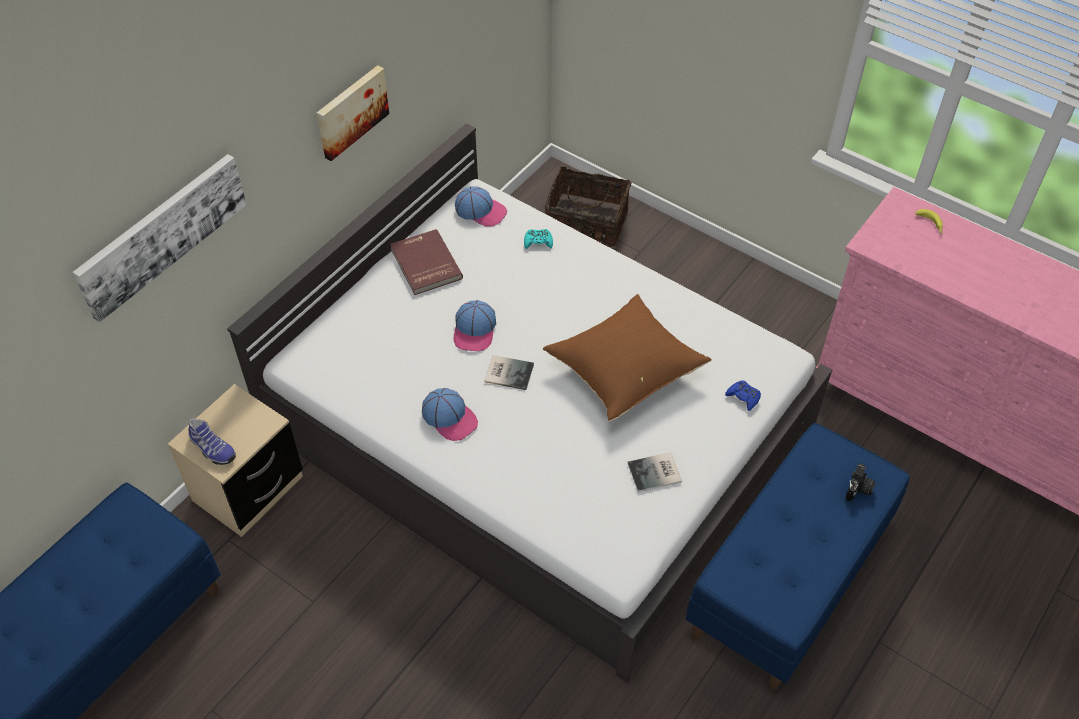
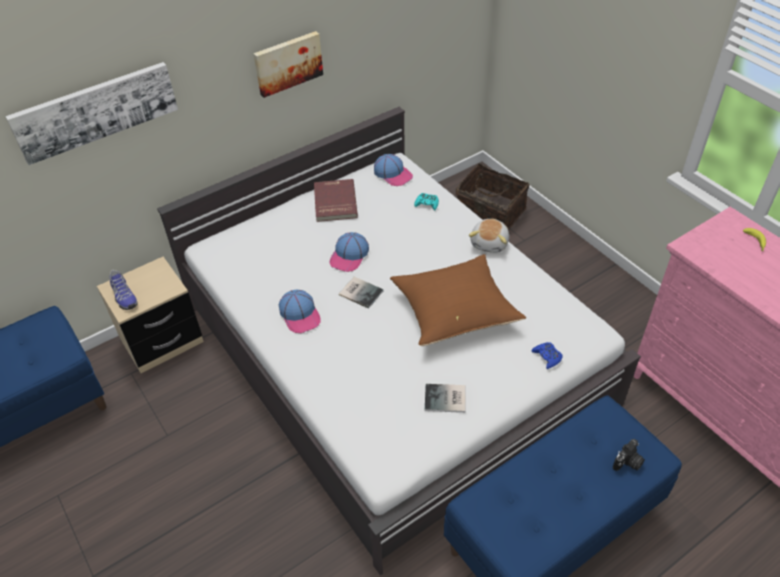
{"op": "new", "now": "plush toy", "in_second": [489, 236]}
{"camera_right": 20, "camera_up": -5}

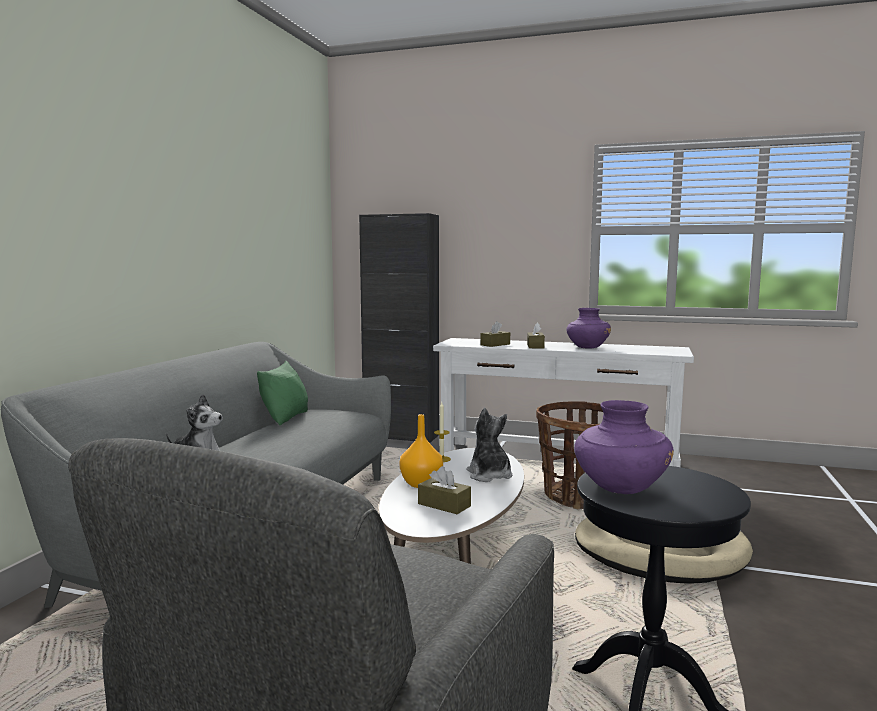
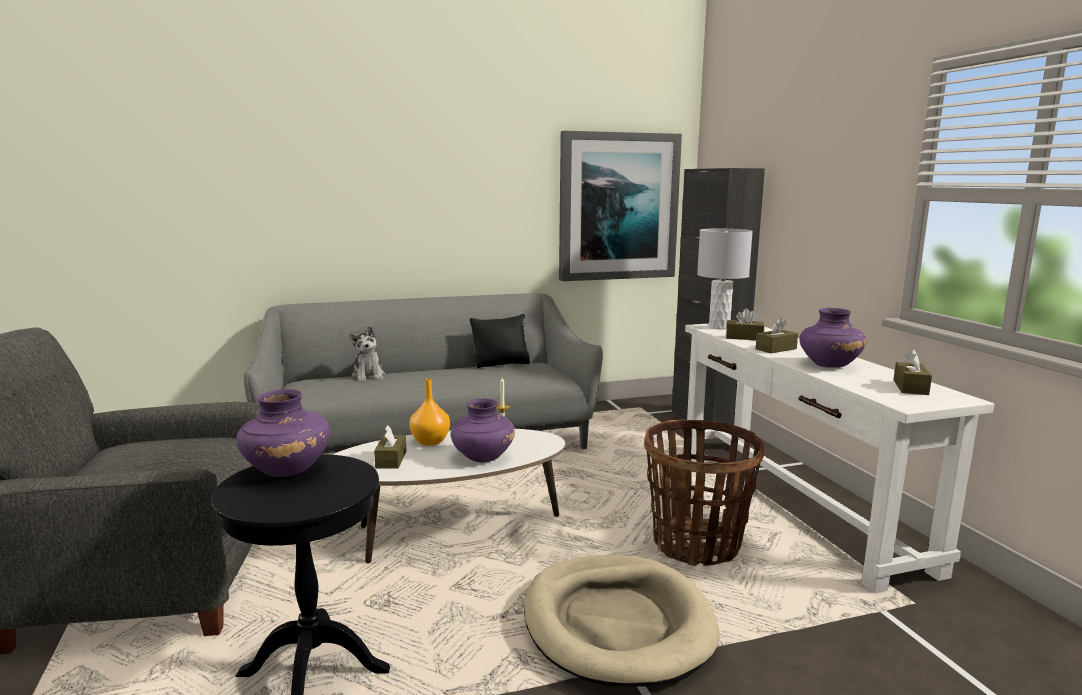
{"op": "new", "now": "wall art", "in_second": [620, 206]}
{"op": "new", "now": "greyish lamp for a table", "in_second": [725, 279]}
{"op": "new", "now": "brown tissue holder", "in_second": [913, 372]}
{"op": "swapped", "was": "plush toy", "now": "purple-coloured vase", "in_first": [489, 445], "in_second": [483, 430]}
{"op": "repainted", "was": "greenish throw pillow", "now": "black-coloured throw pillow", "in_first": [282, 393], "in_second": [500, 341]}
{"camera_right": 55, "camera_up": 5}

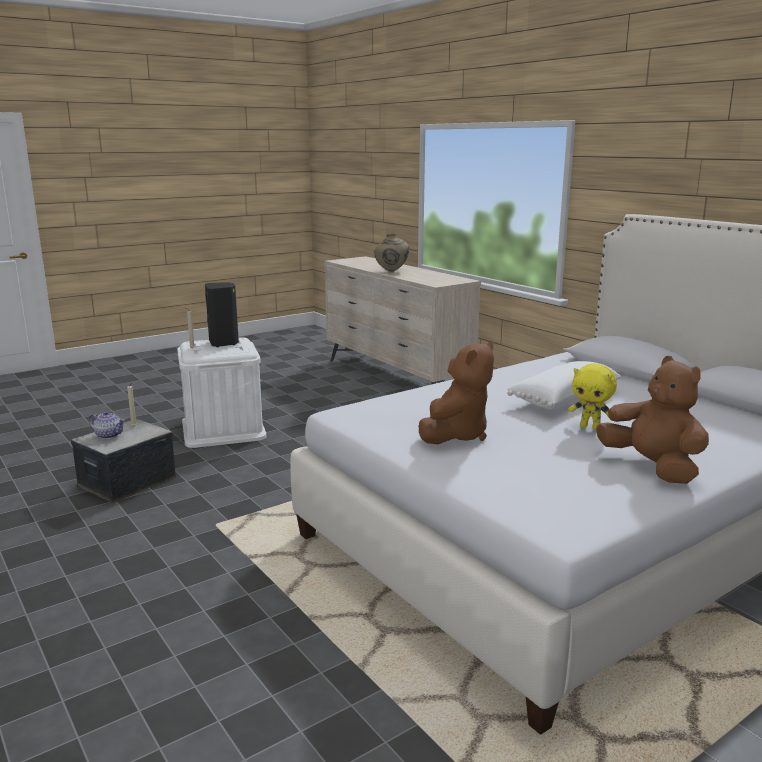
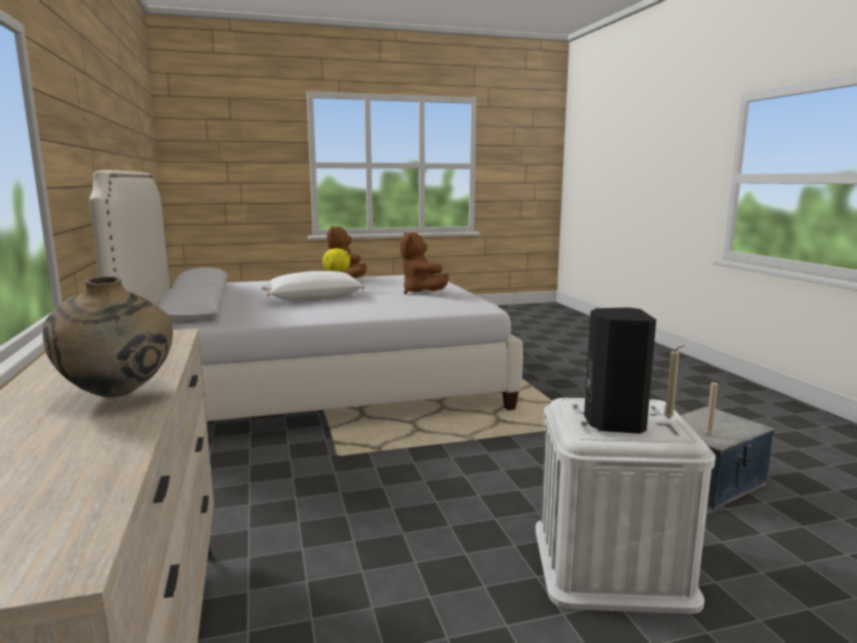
{"op": "gone", "was": "pot for tea", "in_first": [107, 425]}
{"op": "rotated", "was": "brown plush toy", "in_first": [456, 392], "in_second": [424, 263], "clockwise": -75}
{"camera_right": -160, "camera_up": -5}

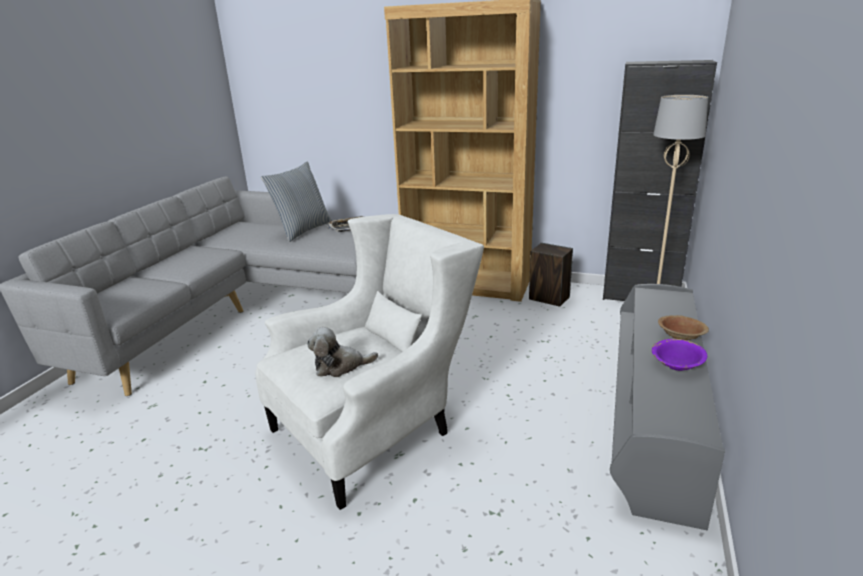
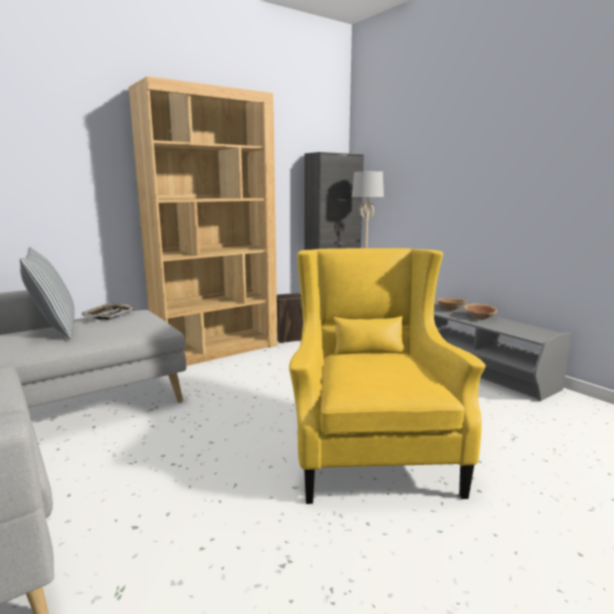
{"op": "gone", "was": "plush toy", "in_first": [342, 352]}
{"op": "repainted", "was": "white easy chair", "now": "yellowish easy chair", "in_first": [369, 362], "in_second": [387, 376]}
{"op": "repainted", "was": "purple-coloured bowl", "now": "brown bowl", "in_first": [679, 355], "in_second": [481, 311]}
{"camera_right": -55, "camera_up": -10}

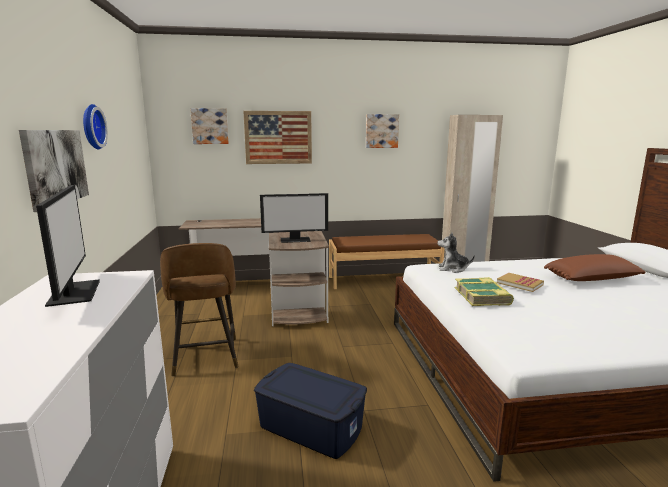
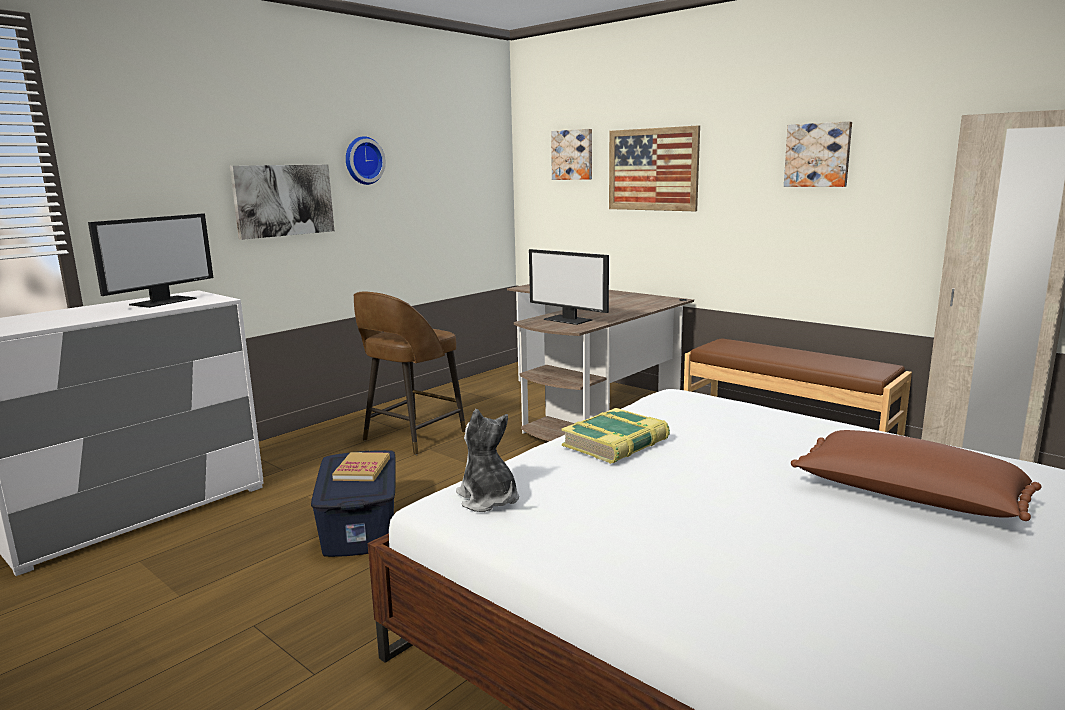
{"op": "shifted", "was": "plush toy", "in_first": [456, 253], "in_second": [487, 460]}
{"op": "shifted", "was": "volume", "in_first": [520, 282], "in_second": [361, 466]}
{"camera_right": 50, "camera_up": 0}

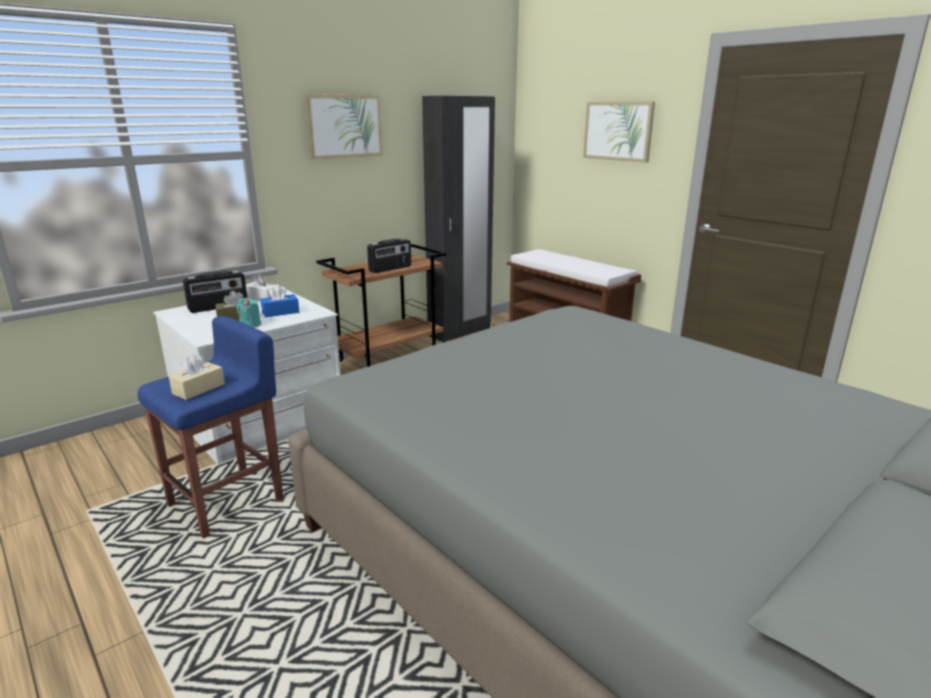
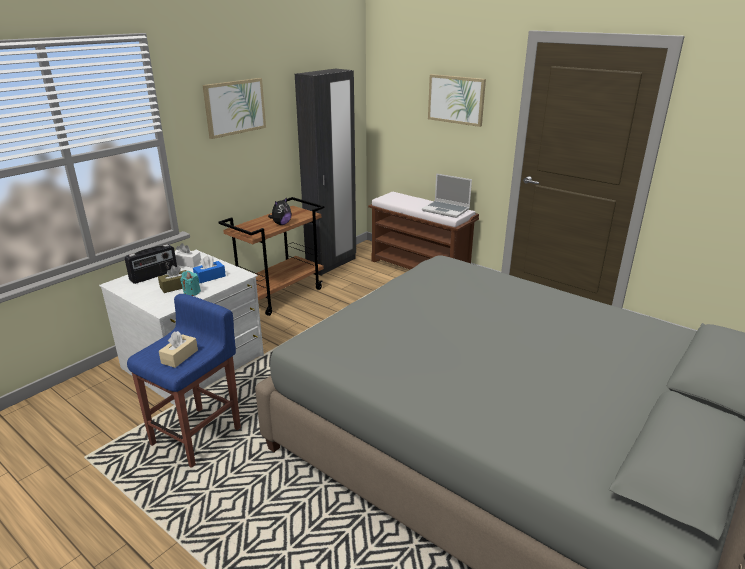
{"op": "new", "now": "laptop", "in_second": [447, 195]}
{"op": "swapped", "was": "radio receiver", "now": "plush toy", "in_first": [389, 255], "in_second": [280, 211]}
{"camera_right": -10, "camera_up": 5}

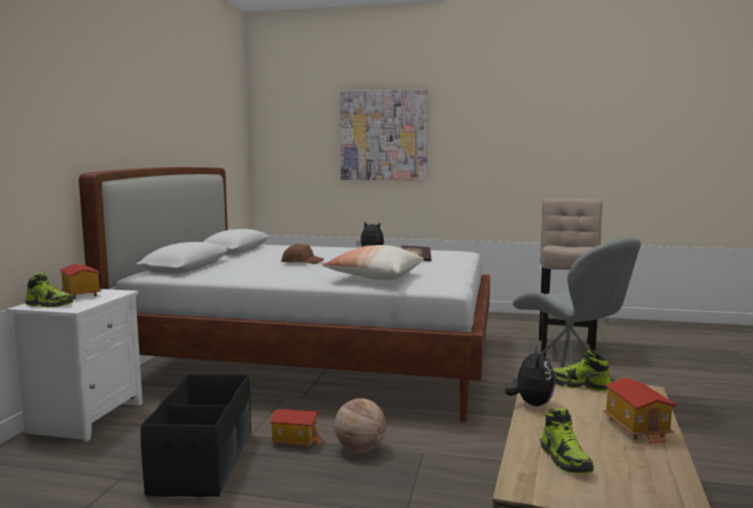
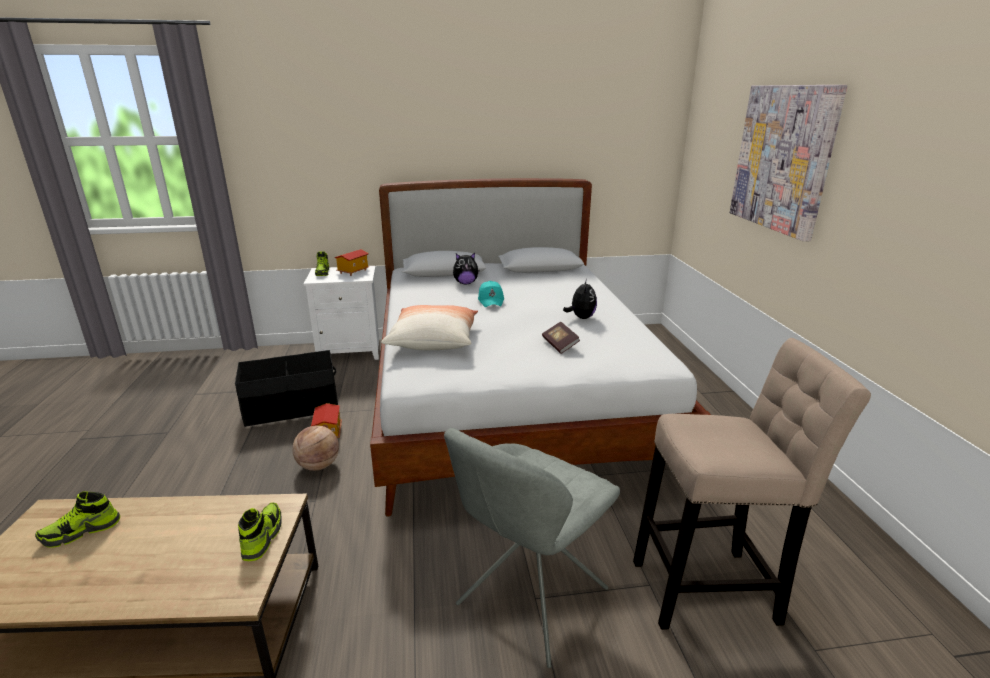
{"op": "gone", "was": "miniature house", "in_first": [640, 411]}
{"op": "shifted", "was": "plush toy", "in_first": [530, 375], "in_second": [466, 268]}
{"op": "repainted", "was": "brown cap", "now": "turquoise cap", "in_first": [302, 253], "in_second": [491, 294]}
{"camera_right": 70, "camera_up": 15}

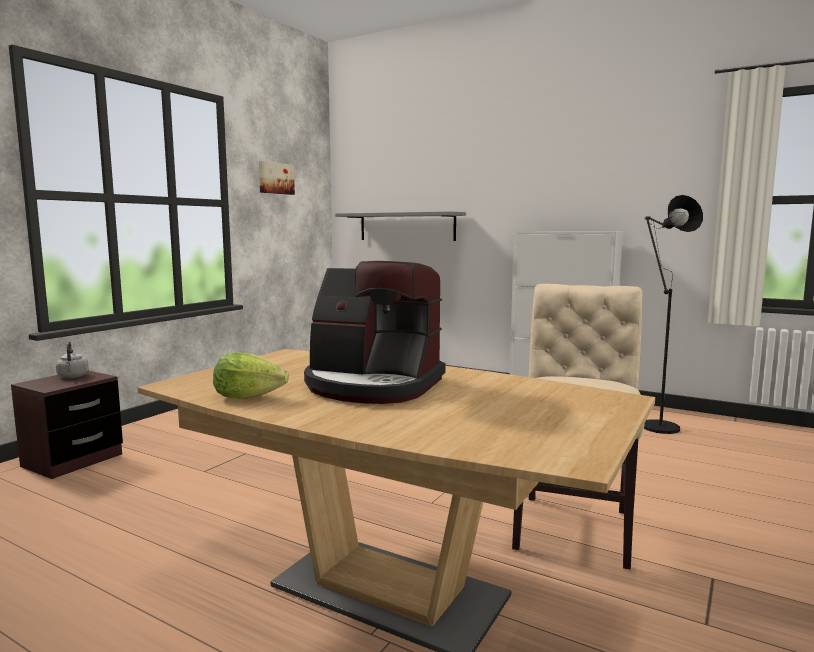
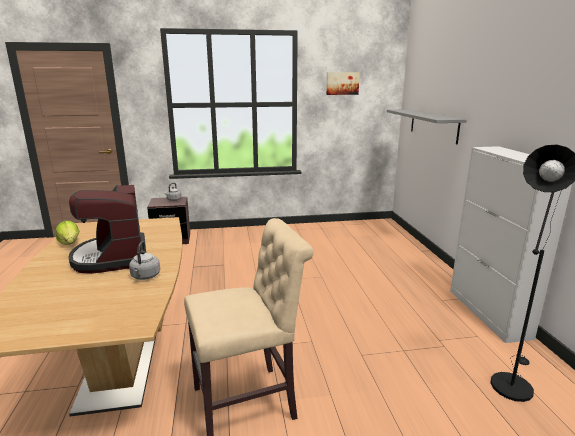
{"op": "new", "now": "greyish kettle", "in_second": [144, 260]}
{"camera_right": 50, "camera_up": 10}

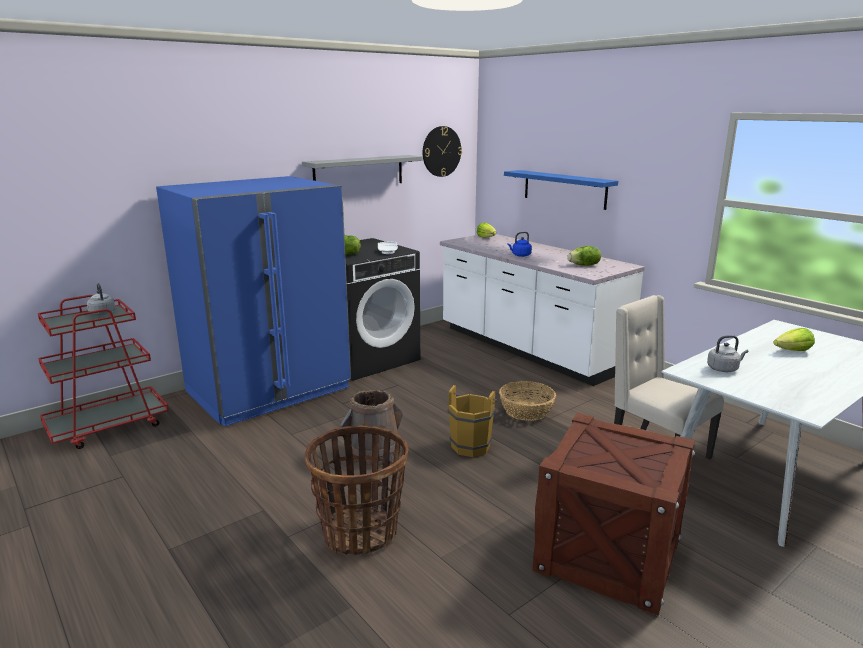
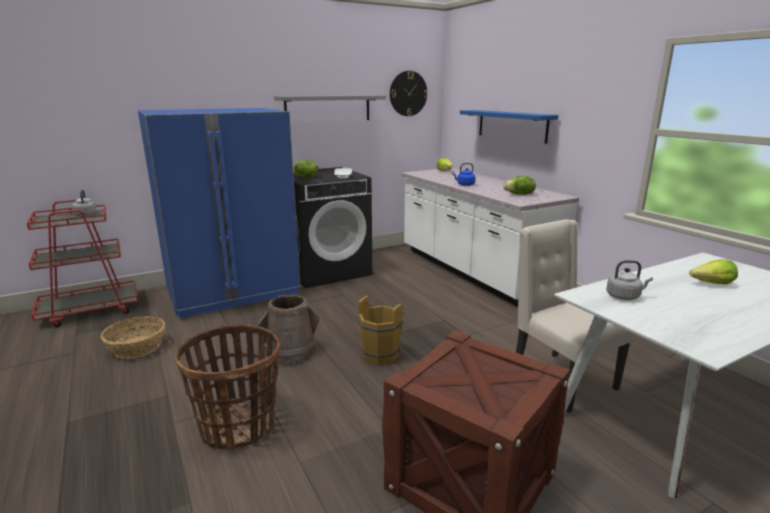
{"op": "shifted", "was": "household basket", "in_first": [527, 401], "in_second": [133, 337]}
{"camera_right": 10, "camera_up": 0}

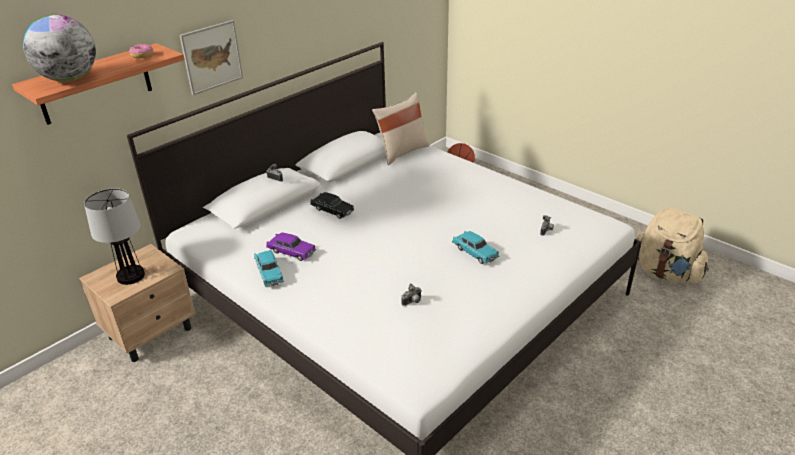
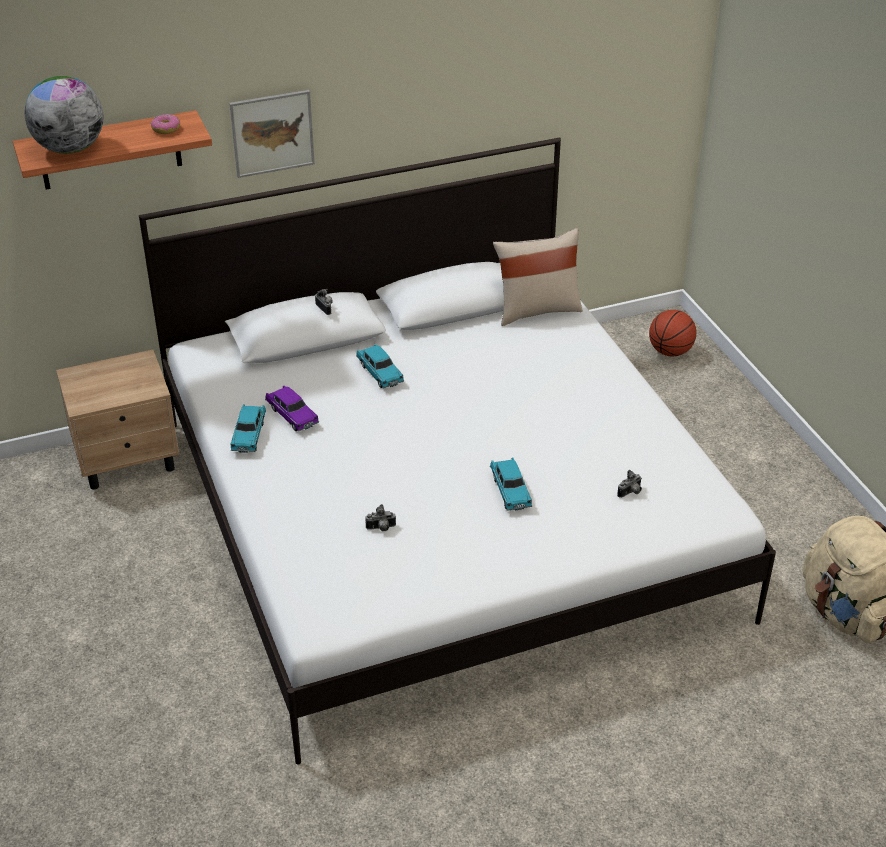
{"op": "gone", "was": "lamp for a table", "in_first": [114, 236]}
{"op": "repainted", "was": "black-coloured model car", "now": "turquoise model car", "in_first": [332, 205], "in_second": [380, 366]}
{"camera_right": 25, "camera_up": 5}

